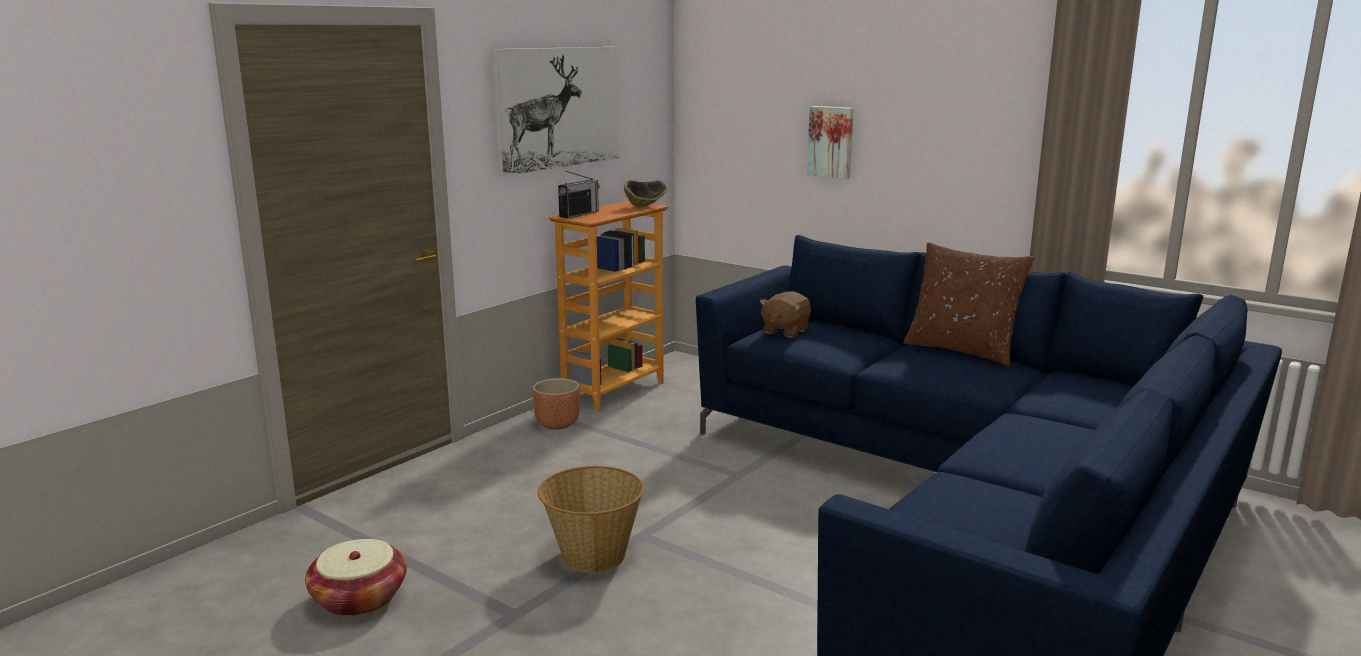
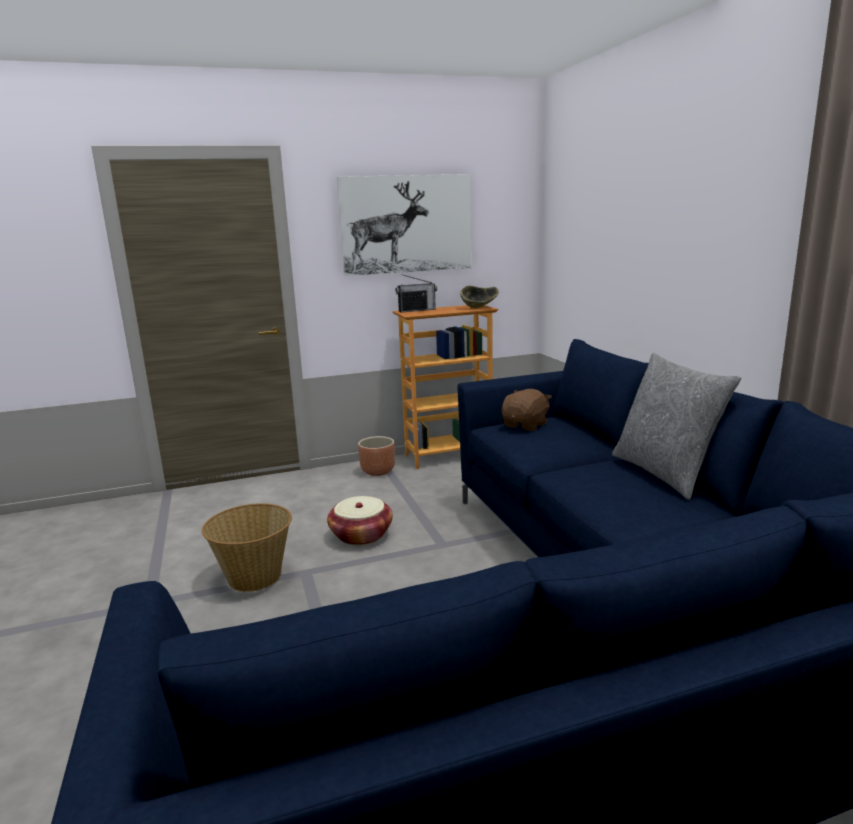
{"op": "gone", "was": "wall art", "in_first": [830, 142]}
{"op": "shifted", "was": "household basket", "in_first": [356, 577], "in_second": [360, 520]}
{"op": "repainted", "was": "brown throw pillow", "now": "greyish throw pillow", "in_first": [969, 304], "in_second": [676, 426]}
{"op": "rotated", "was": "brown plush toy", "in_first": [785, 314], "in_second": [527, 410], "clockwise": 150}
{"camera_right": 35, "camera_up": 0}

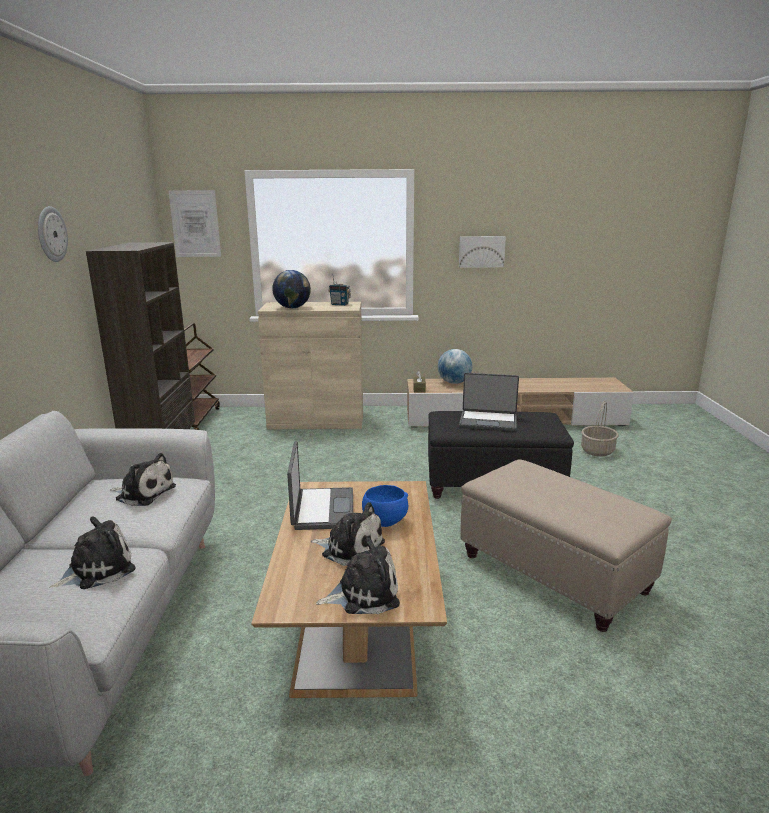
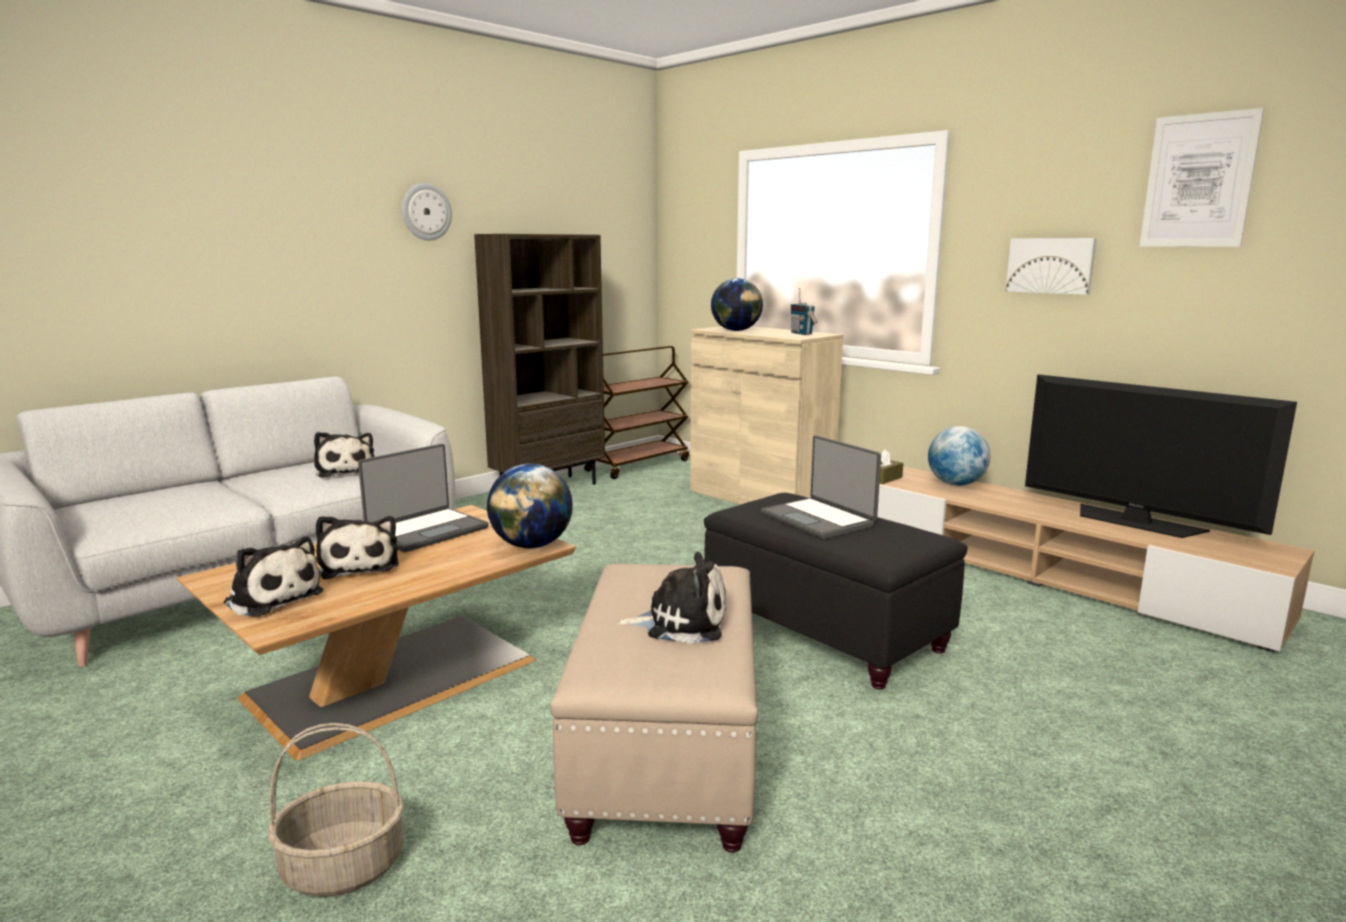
{"op": "gone", "was": "blue bowl", "in_first": [385, 506]}
{"op": "new", "now": "desk globe", "in_second": [530, 505]}
{"op": "new", "now": "television", "in_second": [1161, 456]}
{"op": "shifted", "was": "plush toy", "in_first": [93, 552], "in_second": [671, 598]}
{"op": "shifted", "was": "wall art", "in_first": [194, 223], "in_second": [1201, 177]}
{"op": "shifted", "was": "household basket", "in_first": [600, 429], "in_second": [336, 810]}
{"camera_right": 45, "camera_up": -5}

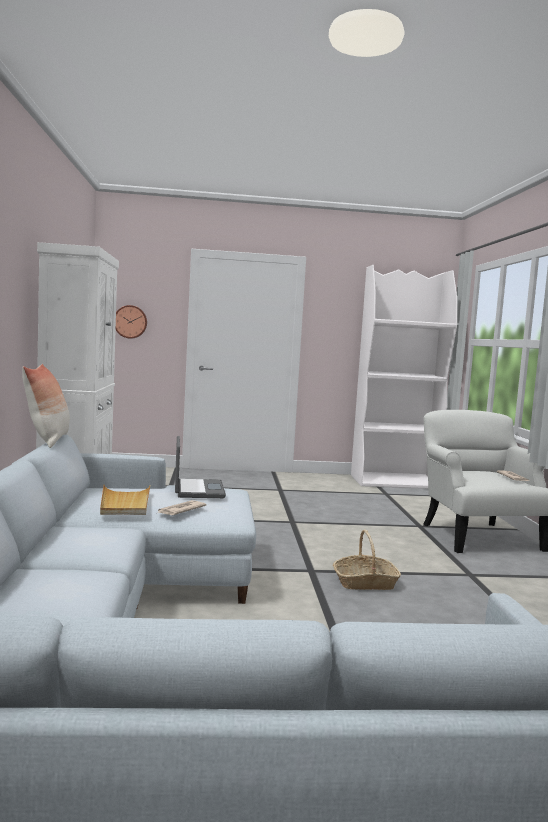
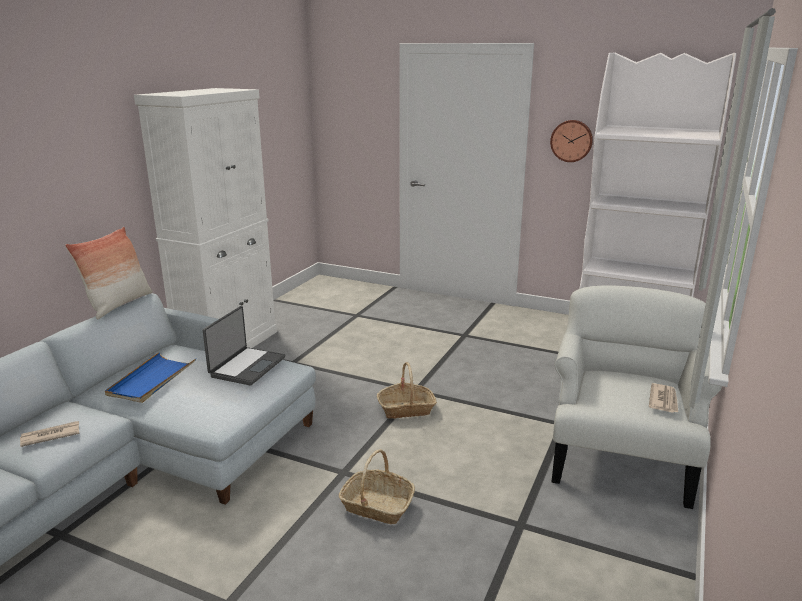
{"op": "new", "now": "household basket", "in_second": [407, 390]}
{"op": "shifted", "was": "hanging clock", "in_first": [131, 322], "in_second": [571, 141]}
{"op": "shifted", "was": "printed paper", "in_first": [182, 507], "in_second": [50, 434]}
{"op": "repainted", "was": "beige tray", "now": "blue tray", "in_first": [125, 500], "in_second": [150, 377]}
{"camera_right": 30, "camera_up": 15}

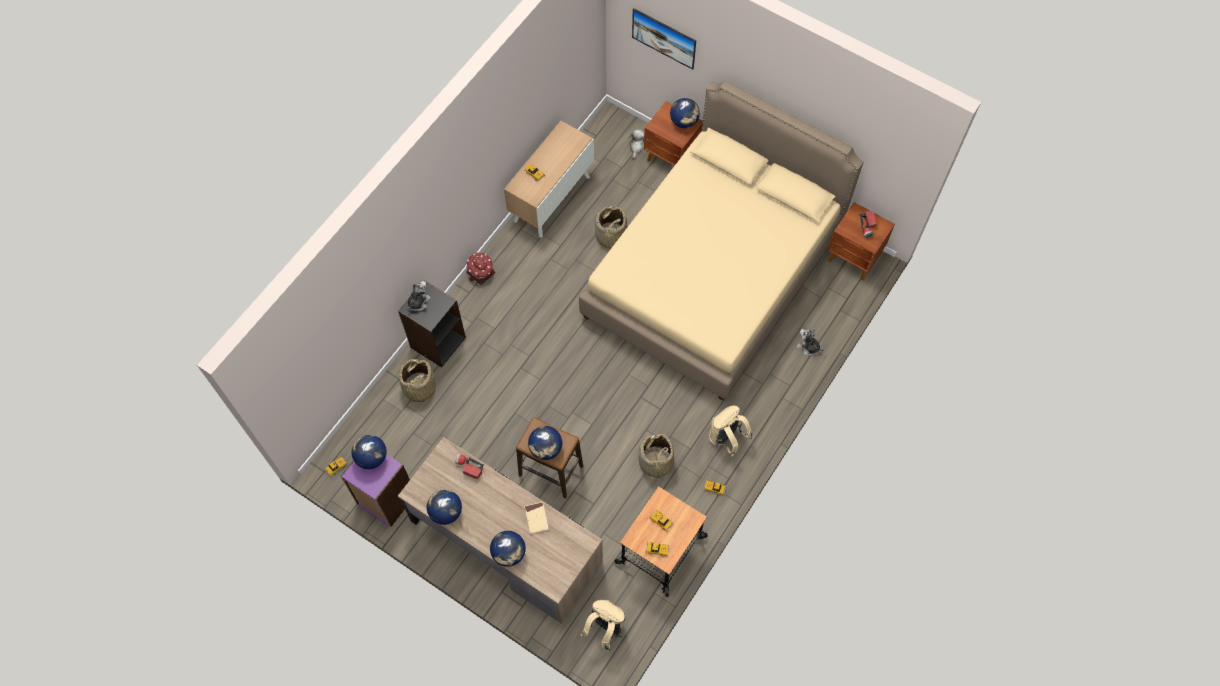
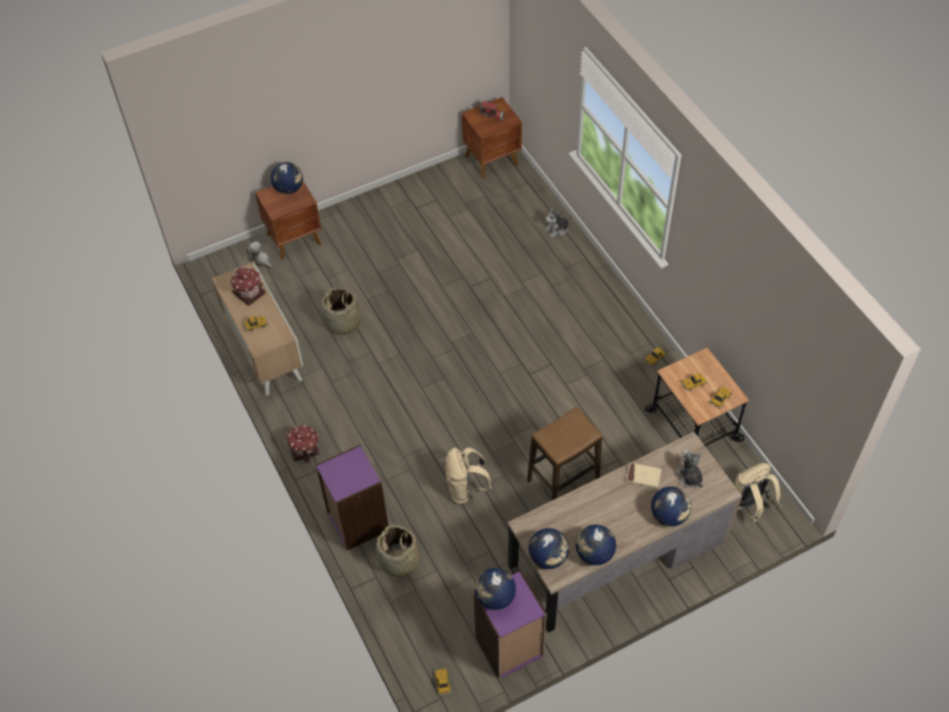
{"op": "gone", "was": "torch", "in_first": [470, 466]}
{"op": "gone", "was": "beige sleeping bed", "in_first": [721, 241]}
{"op": "gone", "was": "wall art", "in_first": [664, 39]}
{"op": "gone", "was": "household basket", "in_first": [656, 458]}
{"op": "new", "now": "miniature house", "in_second": [247, 286]}
{"op": "shifted", "was": "plush toy", "in_first": [419, 296], "in_second": [689, 469]}
{"op": "shifted", "was": "desk globe", "in_first": [545, 443], "in_second": [549, 548]}
{"op": "shifted", "was": "beige backpack", "in_first": [731, 431], "in_second": [468, 476]}
{"op": "repainted", "was": "black-coloured bookshelf", "now": "purple-coloured bookshelf", "in_first": [432, 323], "in_second": [352, 497]}
{"camera_right": -60, "camera_up": -10}

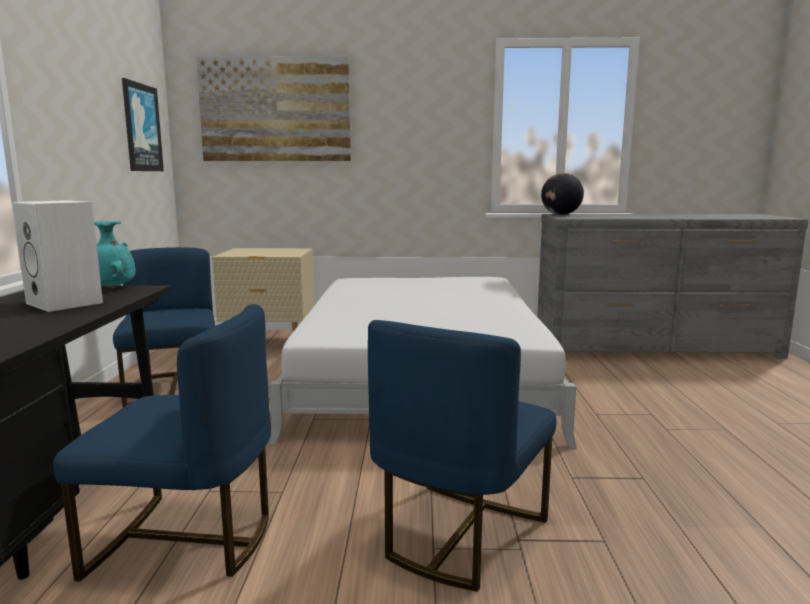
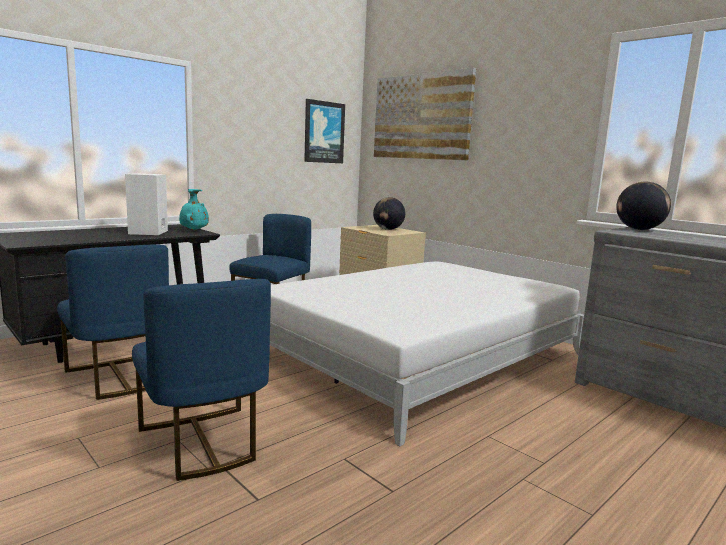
{"op": "new", "now": "desk globe", "in_second": [389, 213]}
{"op": "rotated", "was": "blue chair", "in_first": [462, 456], "in_second": [201, 380], "clockwise": -105}
{"camera_right": 45, "camera_up": 0}

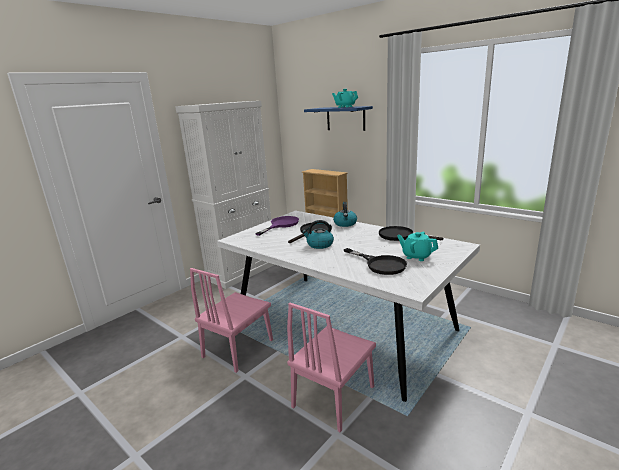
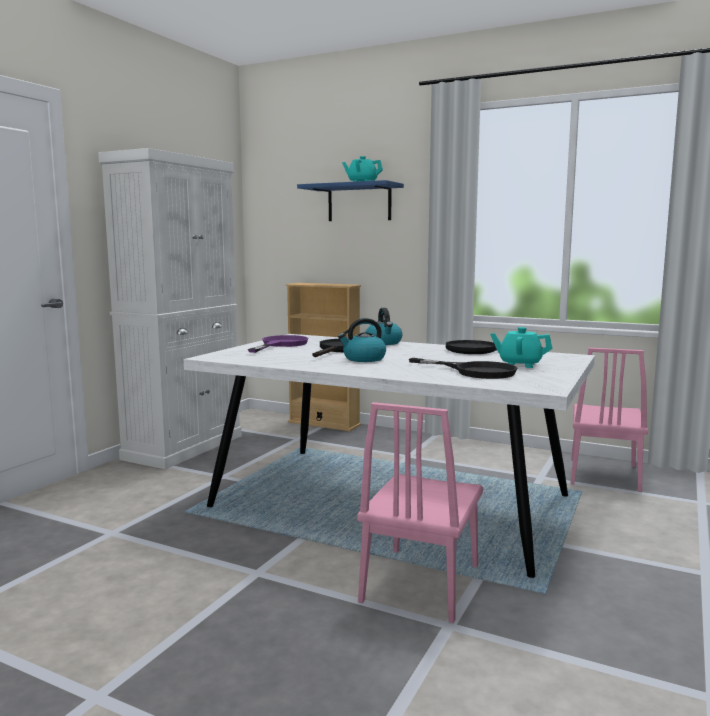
{"op": "shifted", "was": "pinkish chair", "in_first": [231, 320], "in_second": [609, 420]}
{"camera_right": -15, "camera_up": -10}

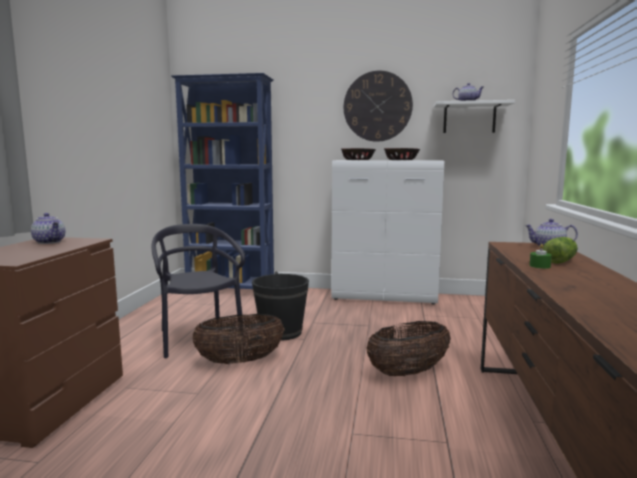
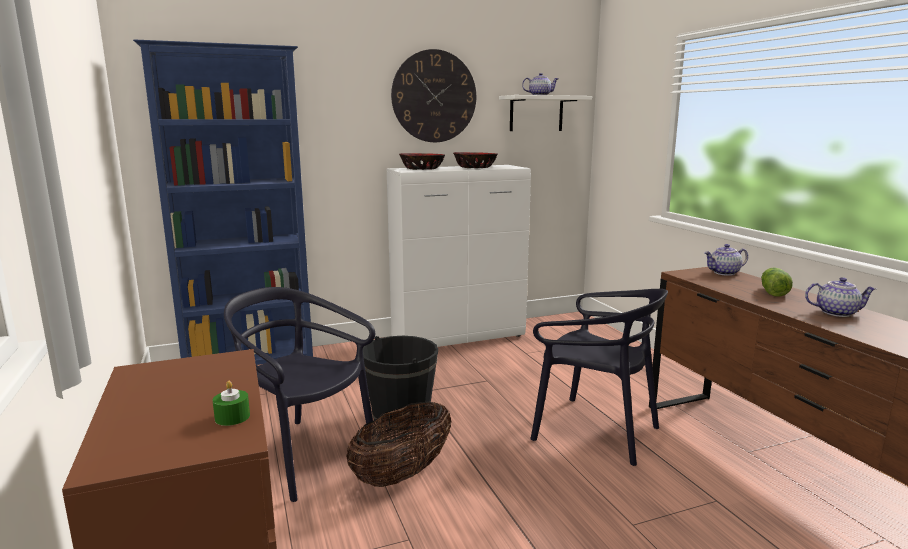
{"op": "shifted", "was": "pot for tea", "in_first": [48, 228], "in_second": [840, 297]}
{"op": "shifted", "was": "greenish candle", "in_first": [540, 256], "in_second": [231, 403]}
{"op": "swapped", "was": "household basket", "now": "black-coloured chair", "in_first": [409, 348], "in_second": [599, 377]}
{"camera_right": -30, "camera_up": 5}

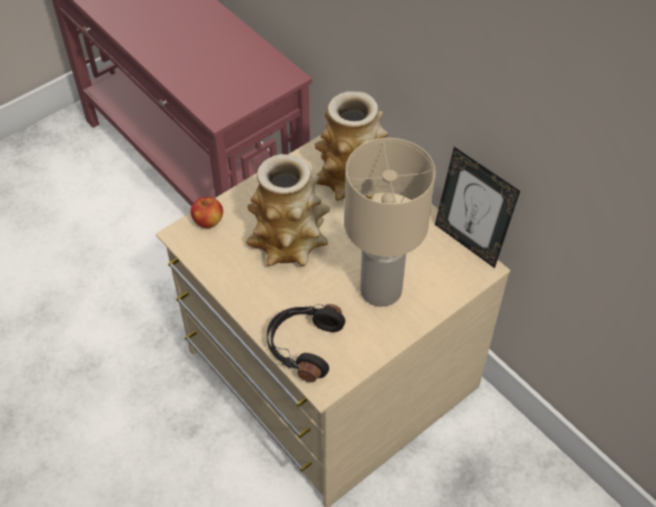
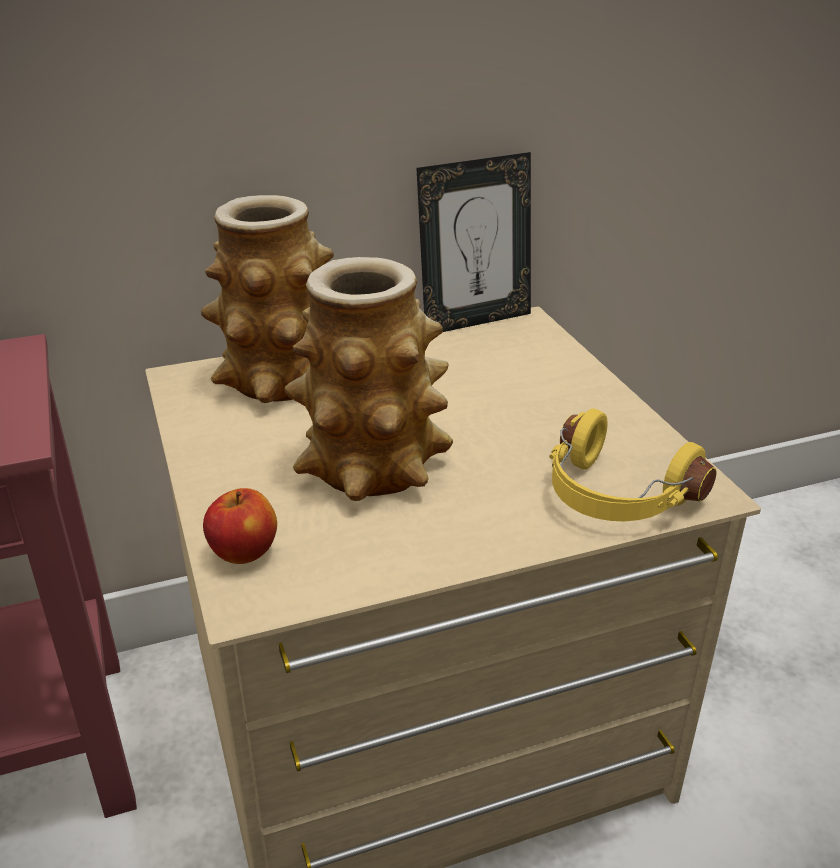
{"op": "gone", "was": "beige lamp for a table", "in_first": [390, 222]}
{"op": "repainted", "was": "black-coloured pair of headphones", "now": "yellowish pair of headphones", "in_first": [306, 343], "in_second": [633, 465]}
{"camera_right": -70, "camera_up": -20}

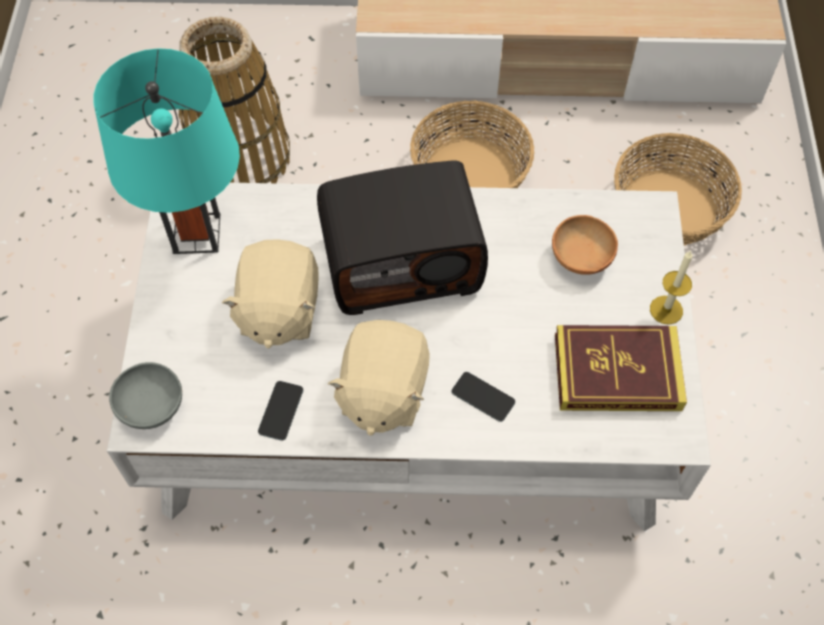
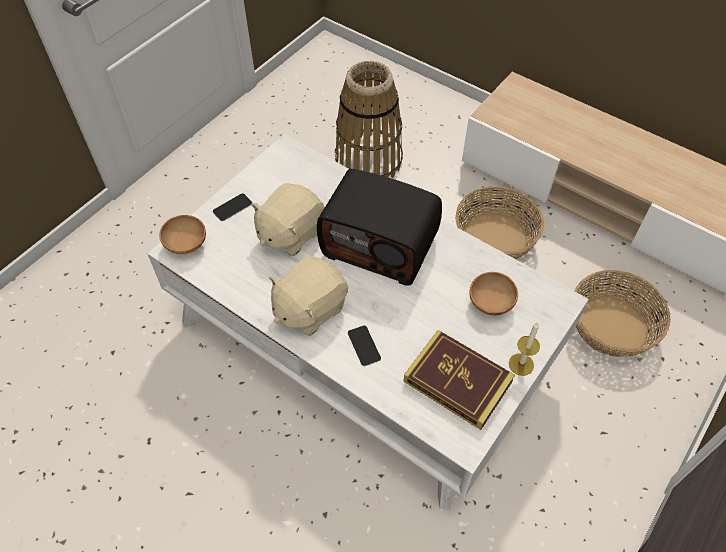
{"op": "gone", "was": "turquoise lamp for a table", "in_first": [167, 151]}
{"op": "shifted", "was": "handset", "in_first": [280, 411], "in_second": [232, 207]}
{"op": "repainted", "was": "greyish bowl", "now": "brown bowl", "in_first": [145, 395], "in_second": [182, 234]}
{"camera_right": 35, "camera_up": -5}

